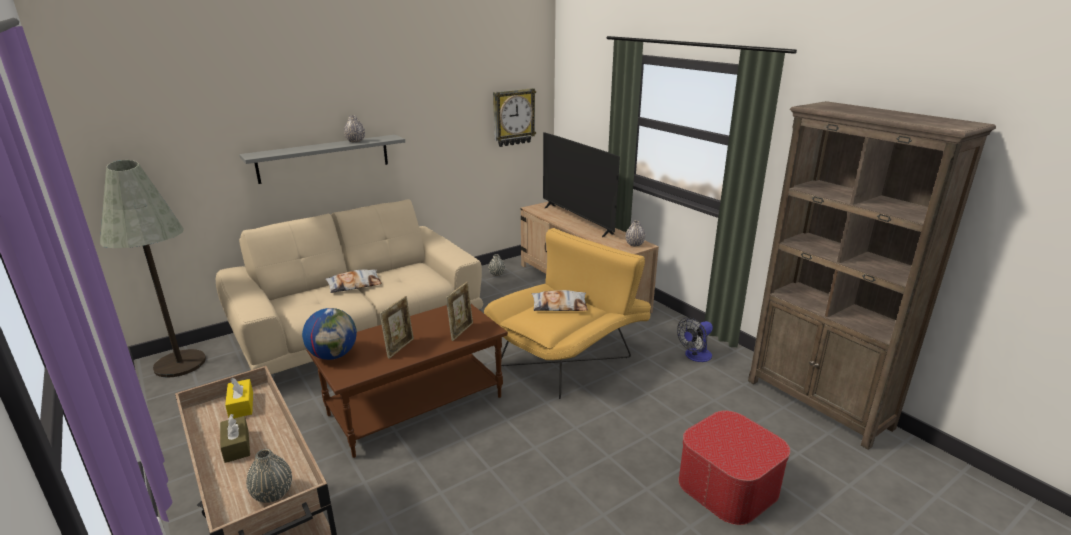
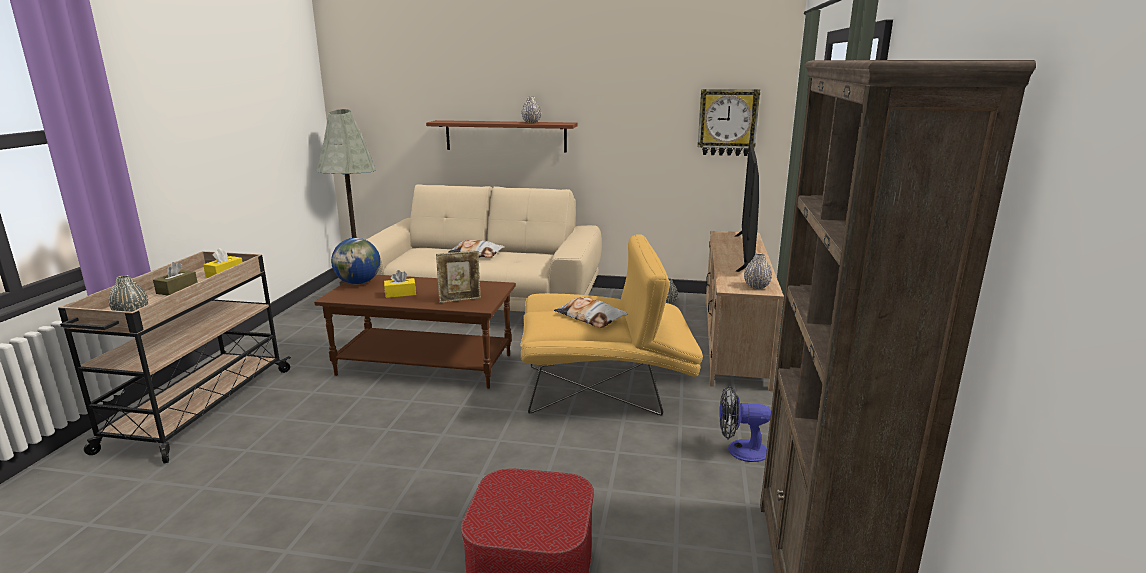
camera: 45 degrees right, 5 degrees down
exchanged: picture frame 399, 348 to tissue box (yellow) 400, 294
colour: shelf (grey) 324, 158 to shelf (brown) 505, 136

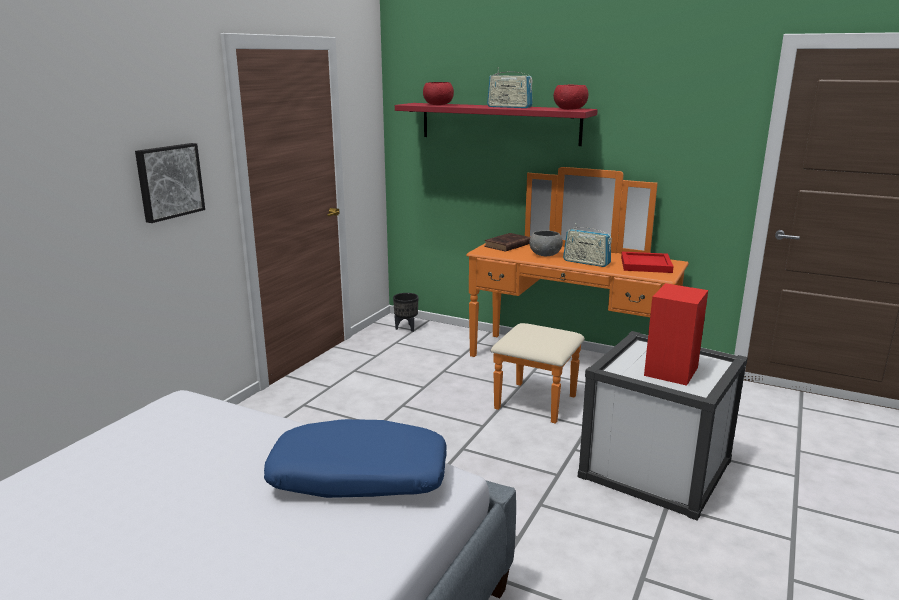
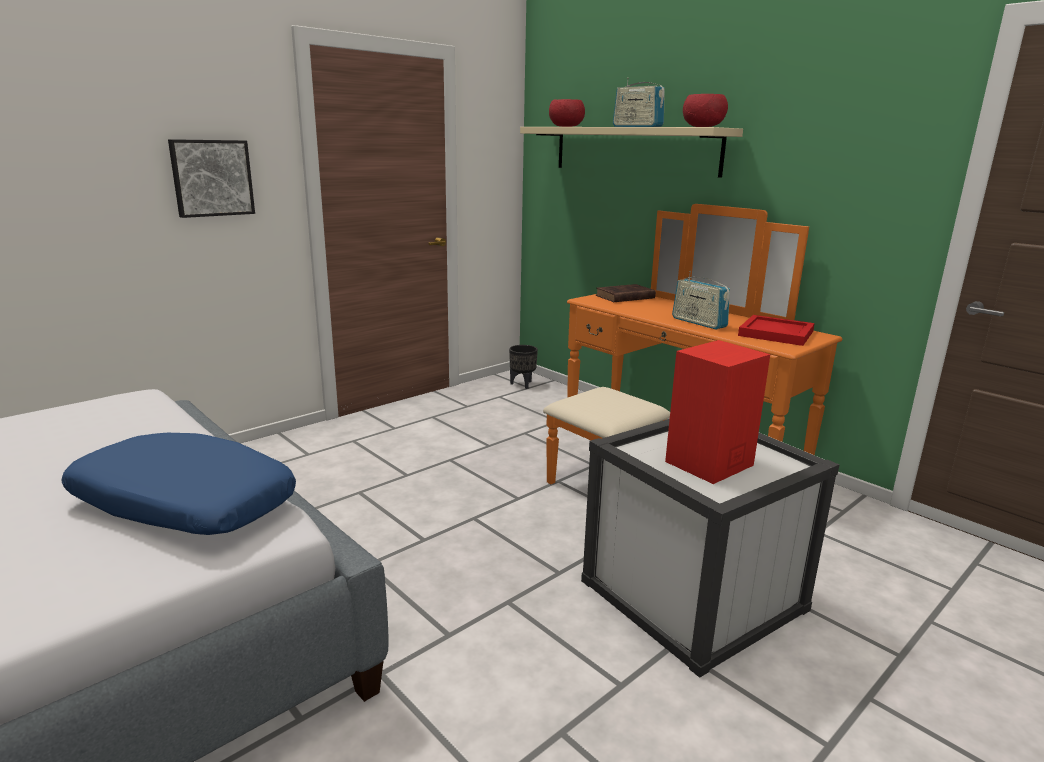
camera: 20 degrees right, 0 degrees up
missing: bowl (grey) 545, 255
colour: shelf (red) 499, 123 to shelf (beige) 633, 150

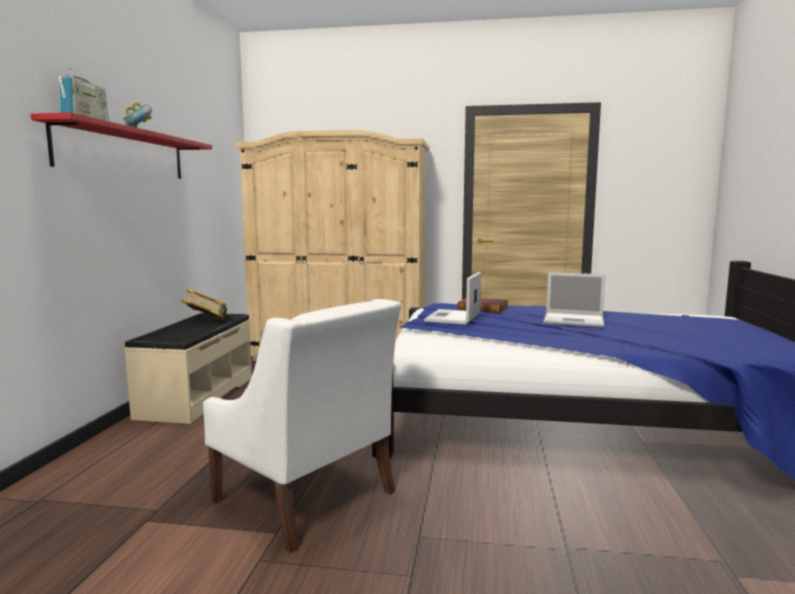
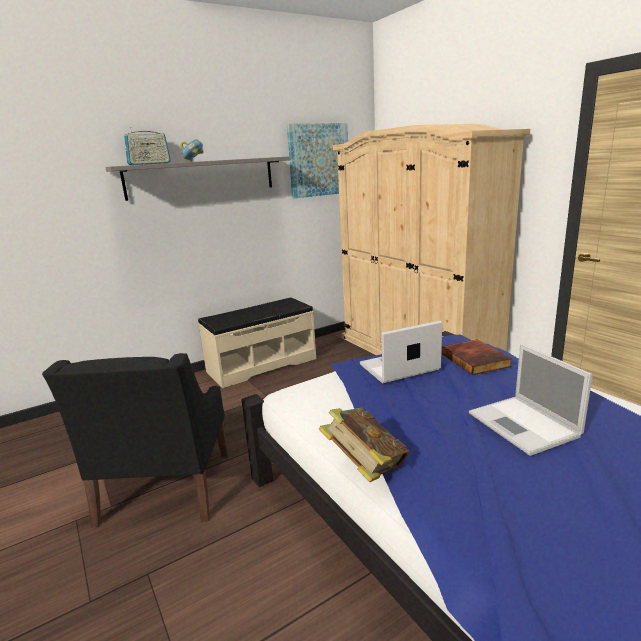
camera: 50 degrees right, 10 degrees up
appeared: picture 318, 160
relocated: book 205, 322 to 365, 467
colour: armchair (white) 305, 497 to armchair (black) 165, 488; shelf (red) 124, 153 to shelf (grey) 202, 177

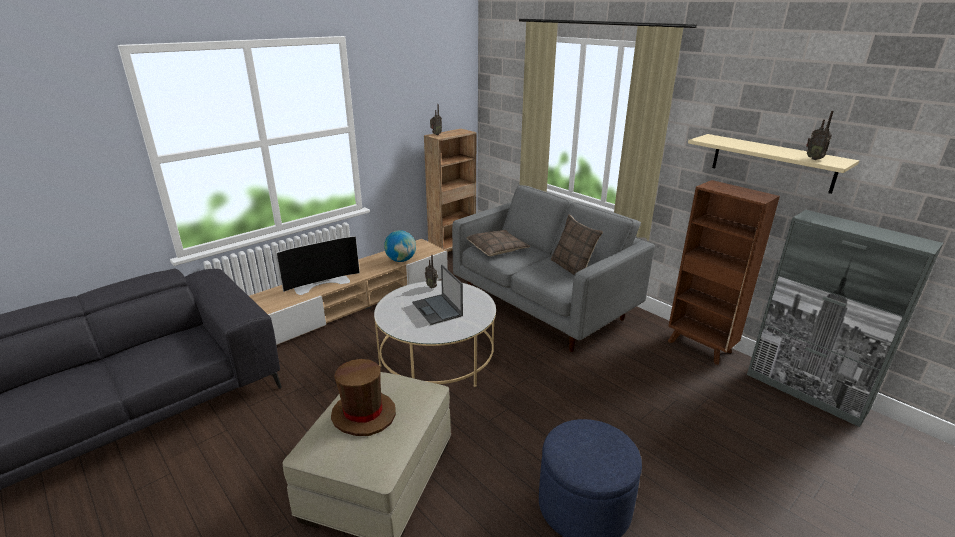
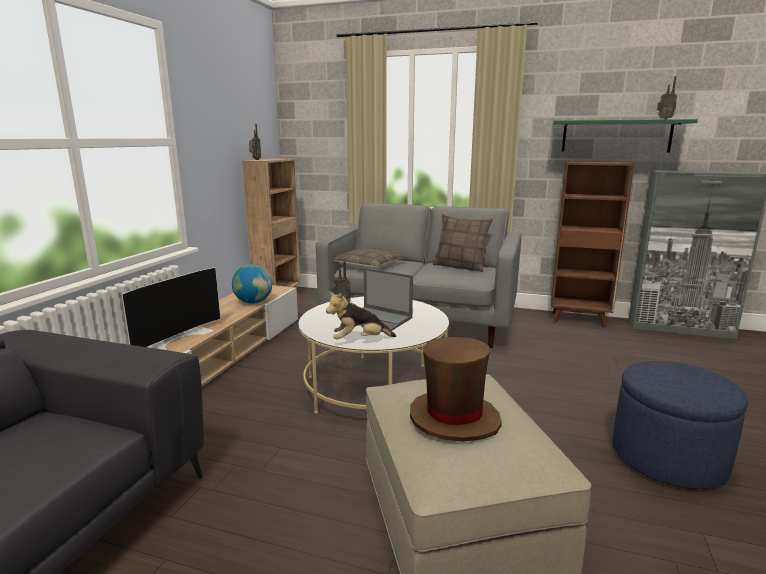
camera: 30 degrees left, 10 degrees down
appeared: plush toy 359, 340
colour: shelf (beige) 772, 163 to shelf (green) 616, 136

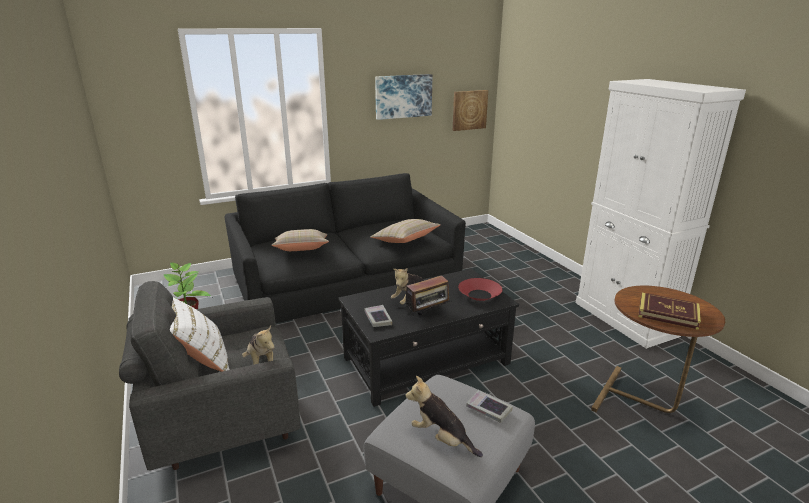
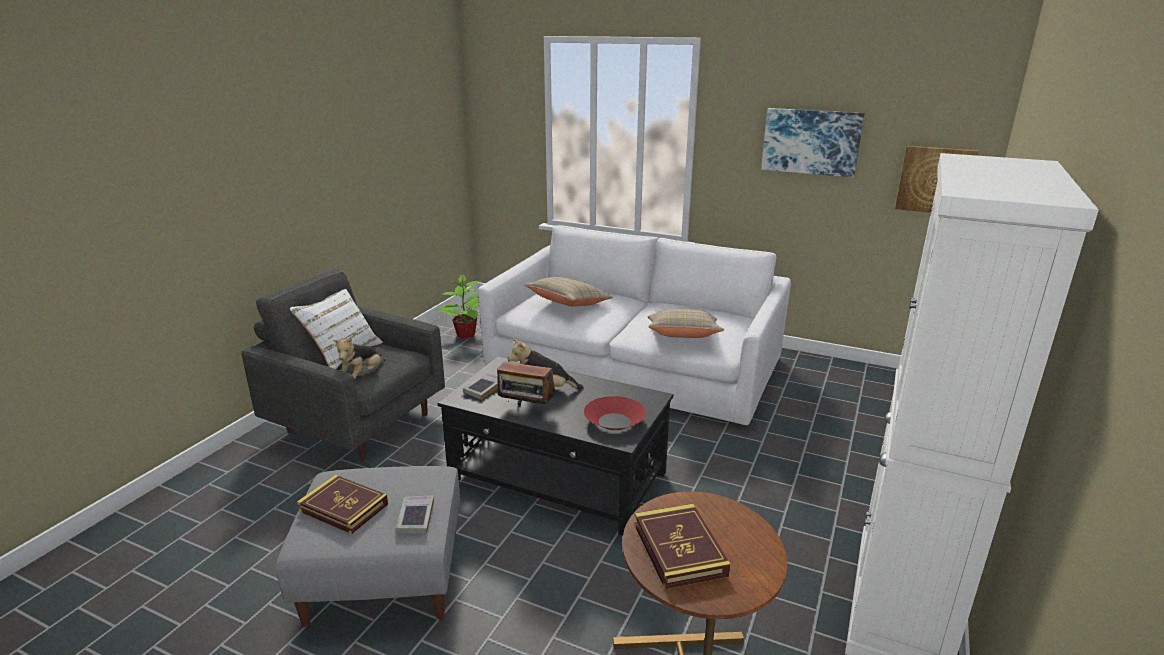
camera: 50 degrees right, 0 degrees up
exchanged: plush toy 442, 438 to book 343, 507
colour: sofa (black) 346, 279 to sofa (white) 635, 364

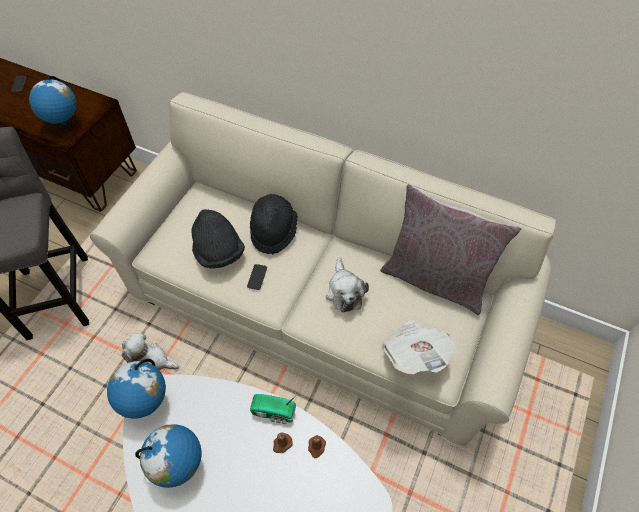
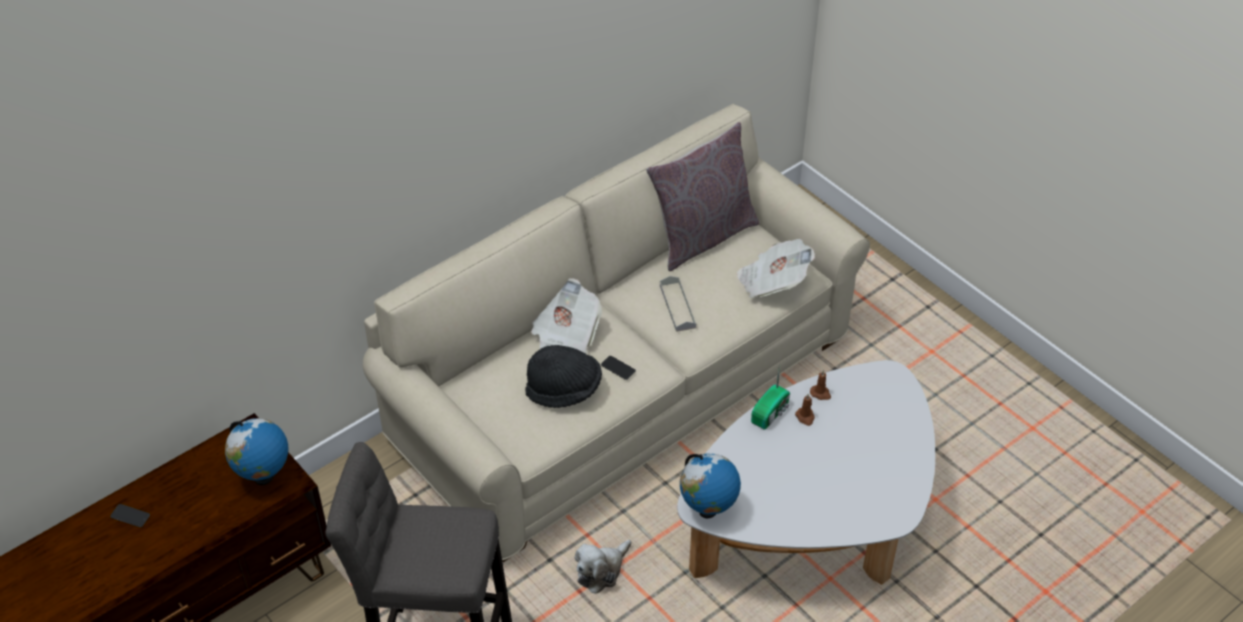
camera: 65 degrees left, 10 degrees down
missing: globe 180, 466
exchanged: hat (black) 273, 230 to newspaper 564, 335; plush toy 344, 291 to tray (grey) 677, 306

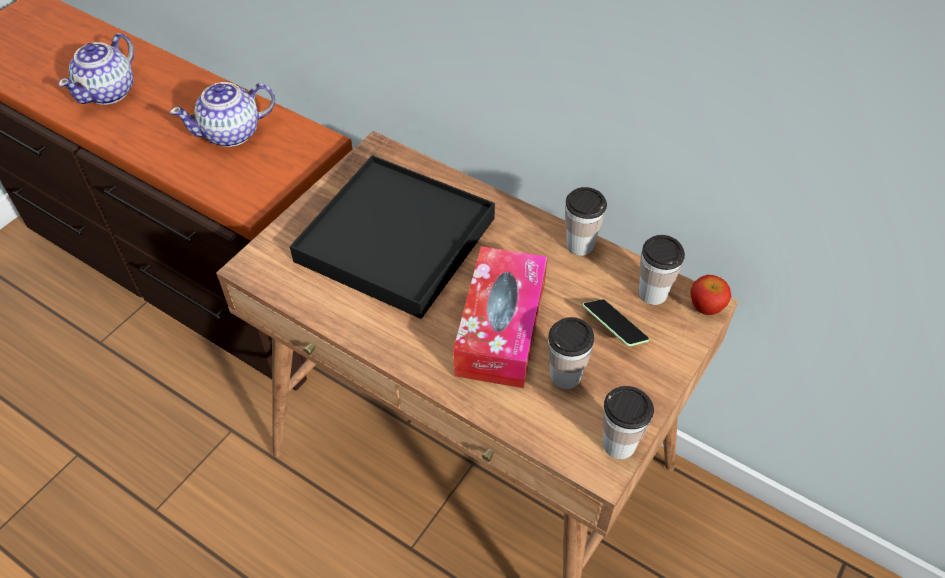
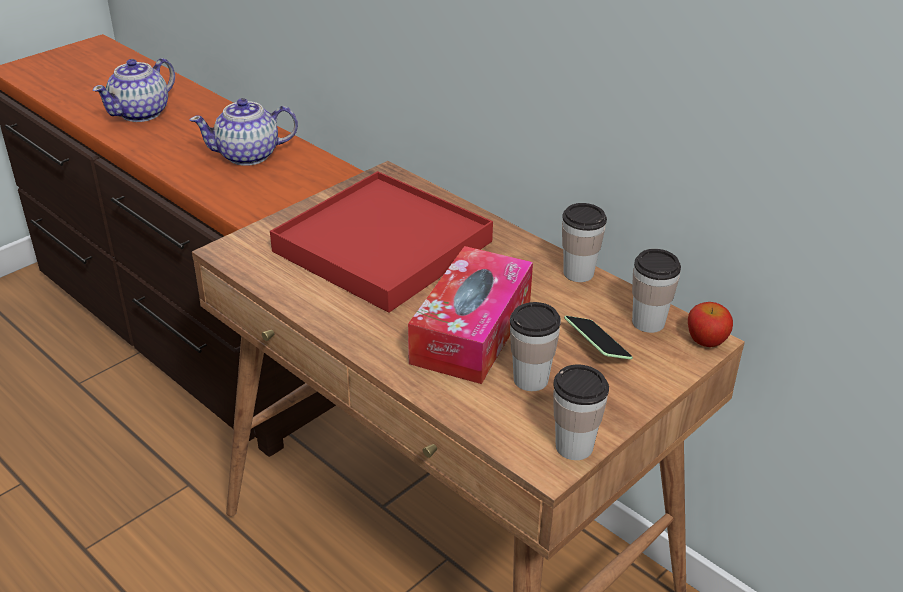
camera: 10 degrees right, 15 degrees down
colour: tray (black) 396, 240 to tray (red) 383, 247

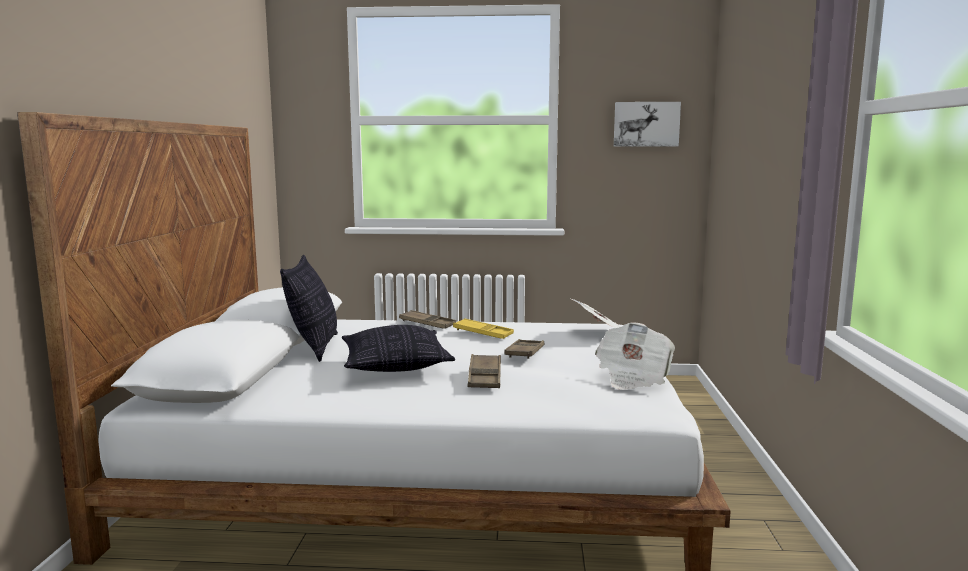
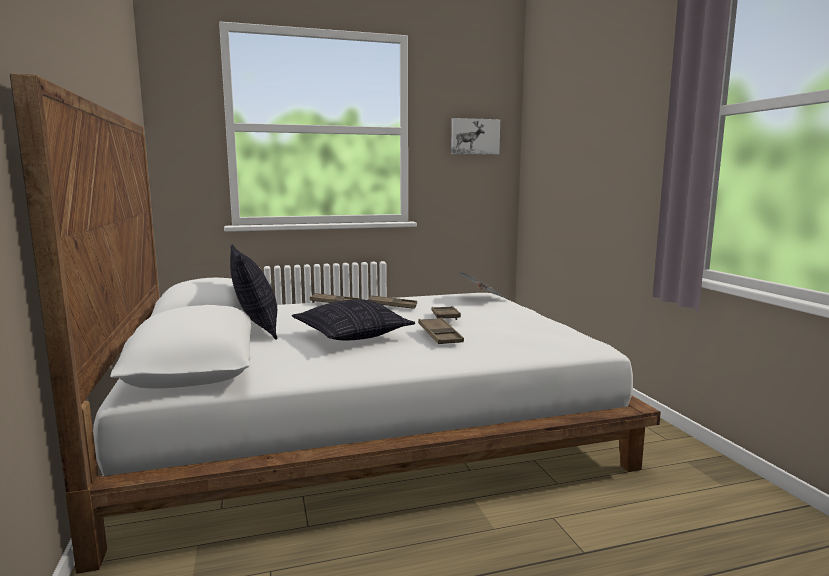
camera: 20 degrees left, 0 degrees up
missing: newspaper 632, 377
colour: tray (yellow) 483, 333 to tray (brown) 392, 306

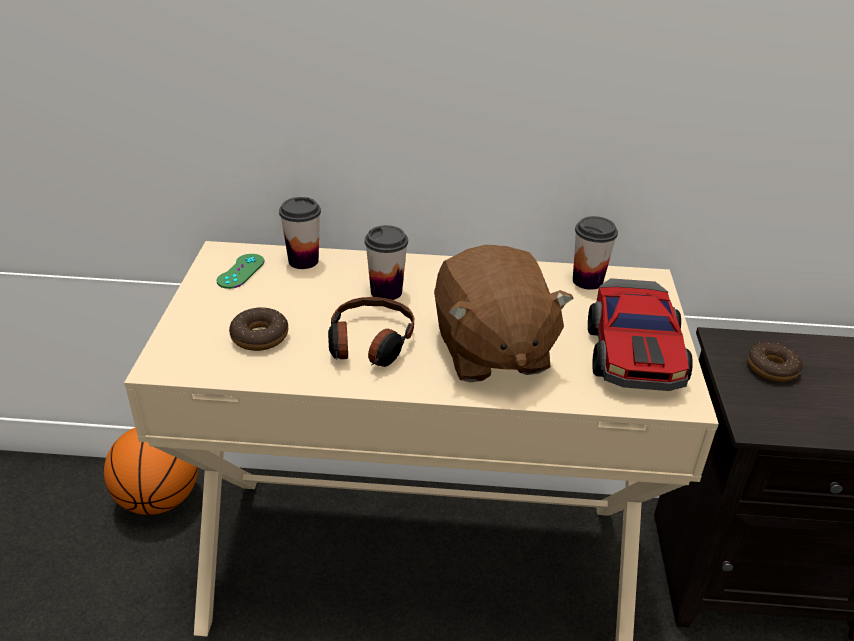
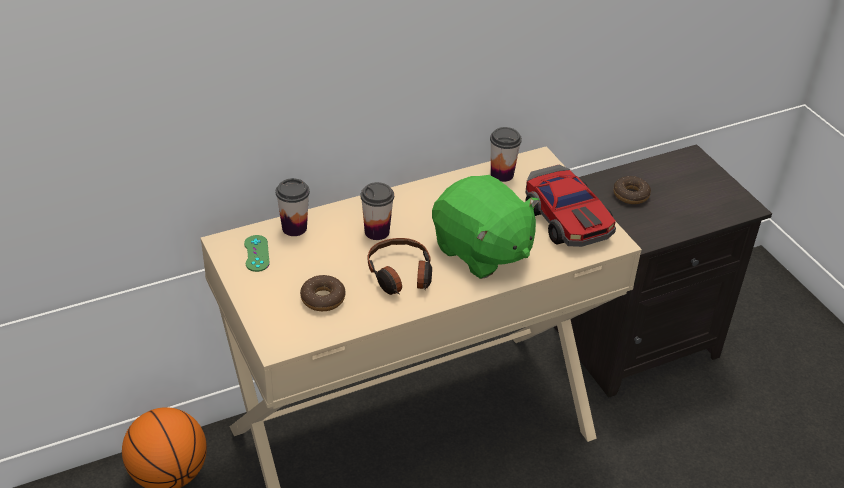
camera: 30 degrees left, 5 degrees up
colour: plush toy (brown) 490, 351 to plush toy (green) 481, 251

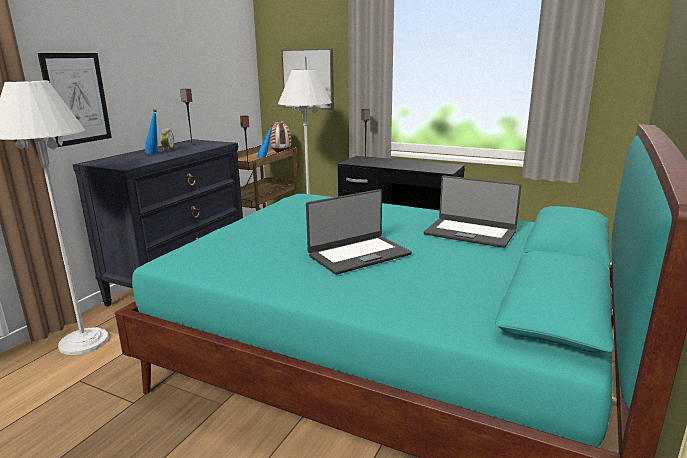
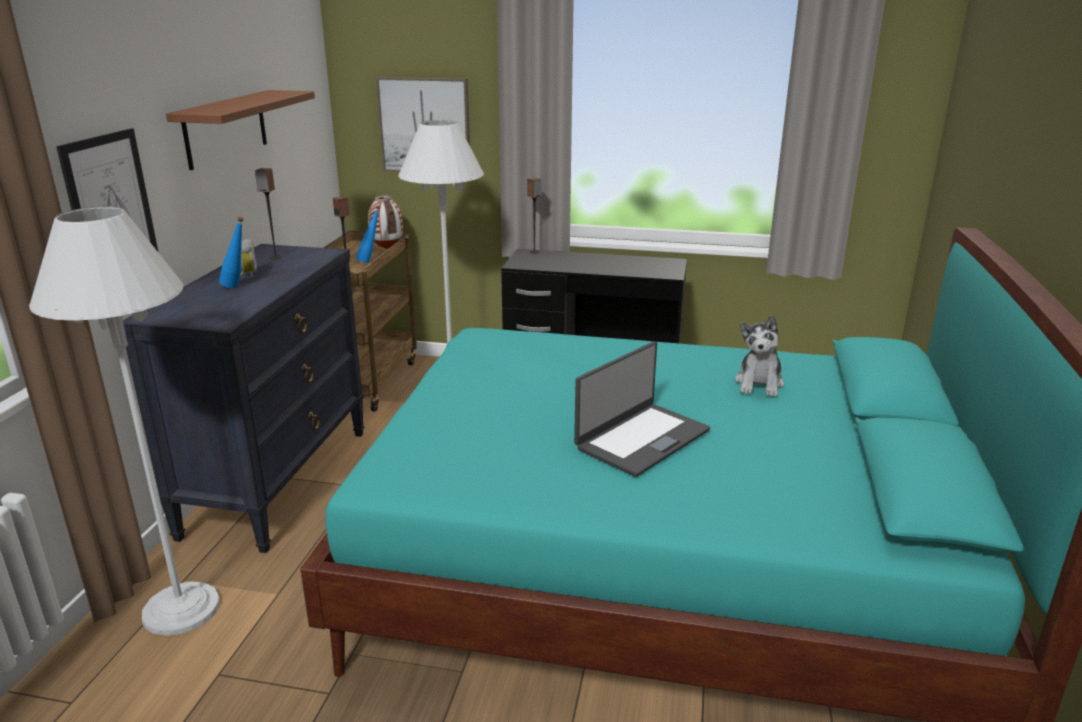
camera: 15 degrees left, 5 degrees up
appeared: shelf (brown) 226, 128
exchanged: laptop 470, 233 to plush toy 759, 384

